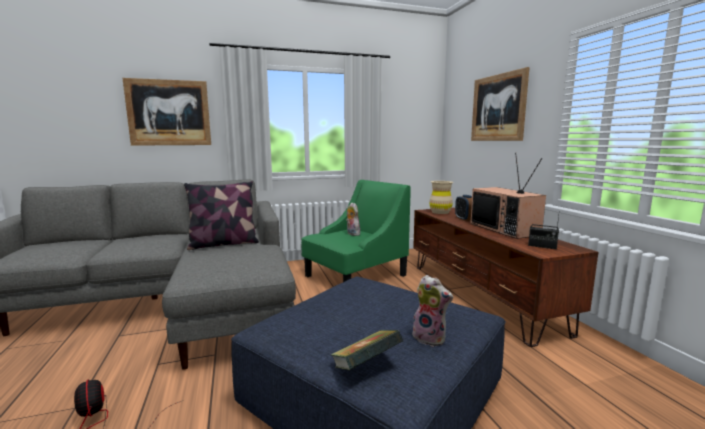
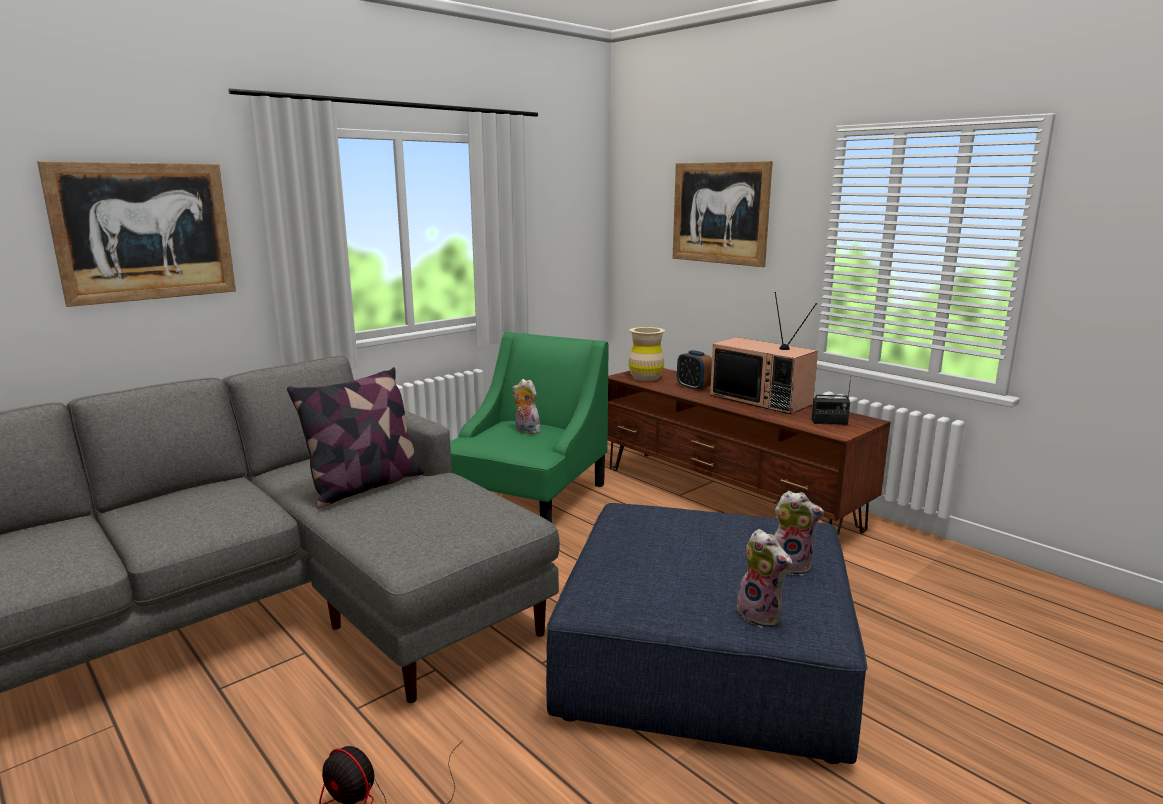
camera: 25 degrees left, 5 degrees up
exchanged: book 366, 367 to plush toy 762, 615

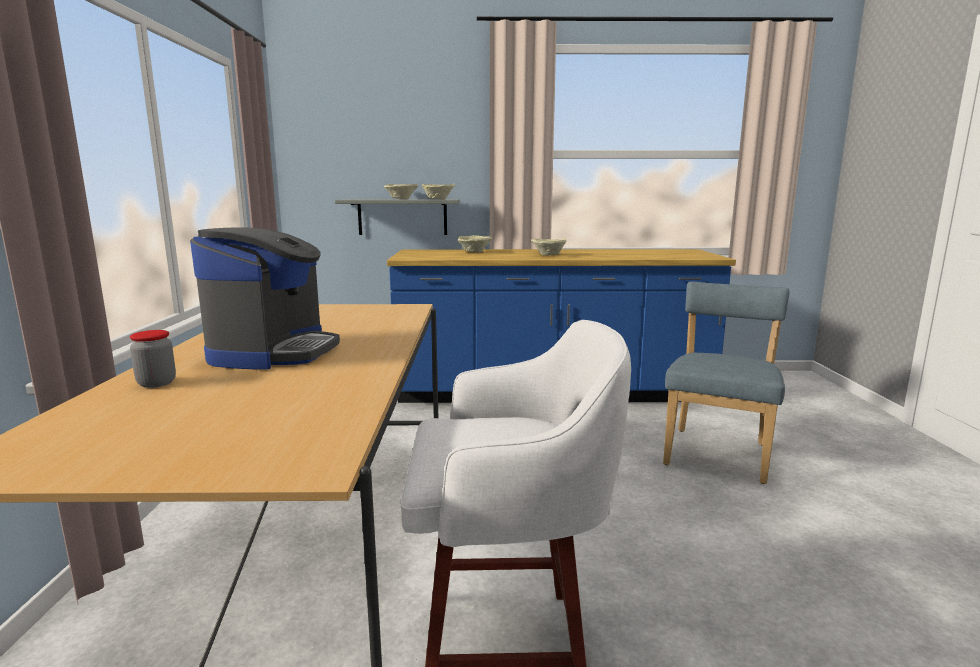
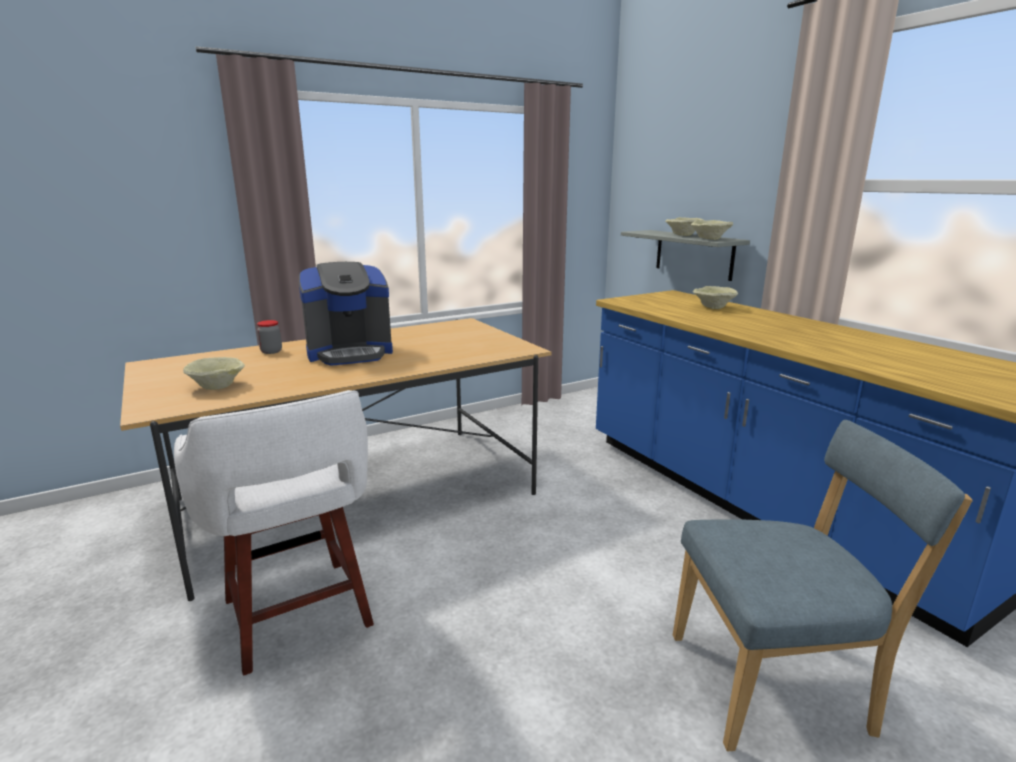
camera: 60 degrees right, 5 degrees up
relocated: bowl (beige) 548, 255 to 218, 386

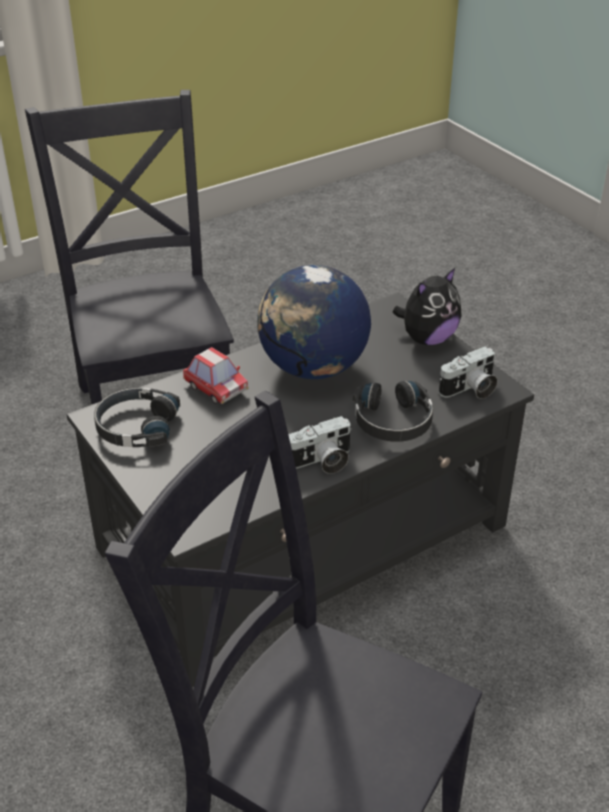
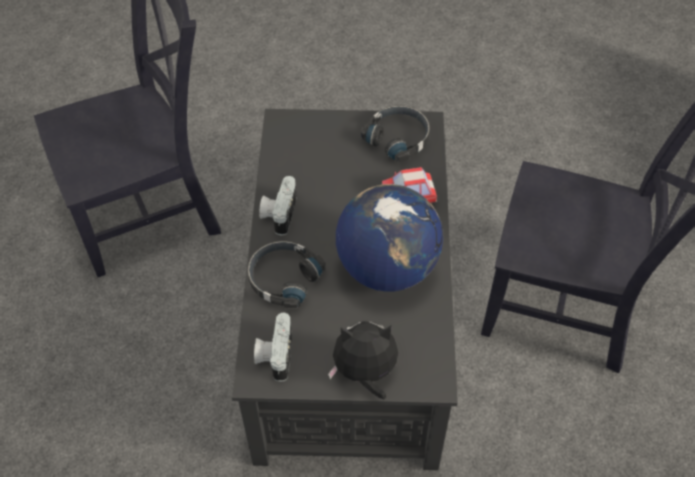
camera: 125 degrees right, 15 degrees up
spun: plush toy 427, 338 = 365, 373 90 degrees clockwise

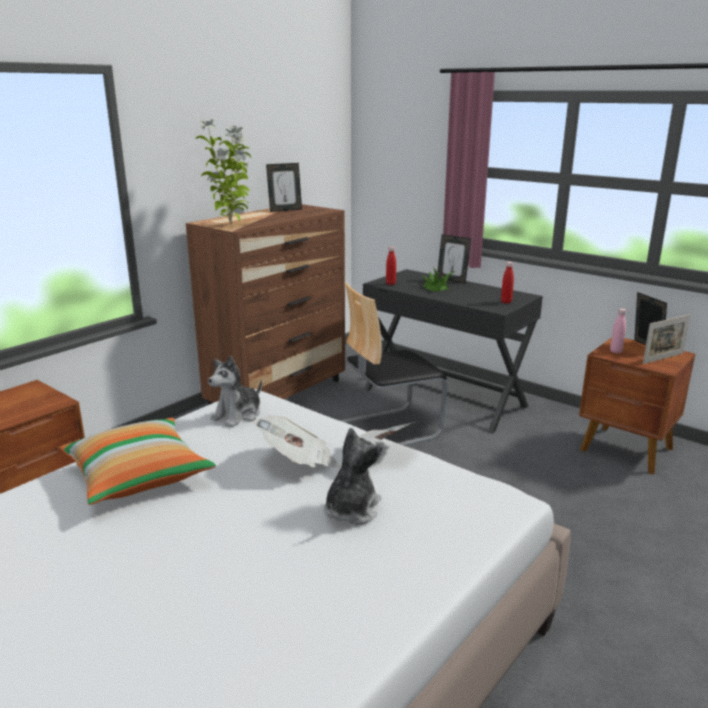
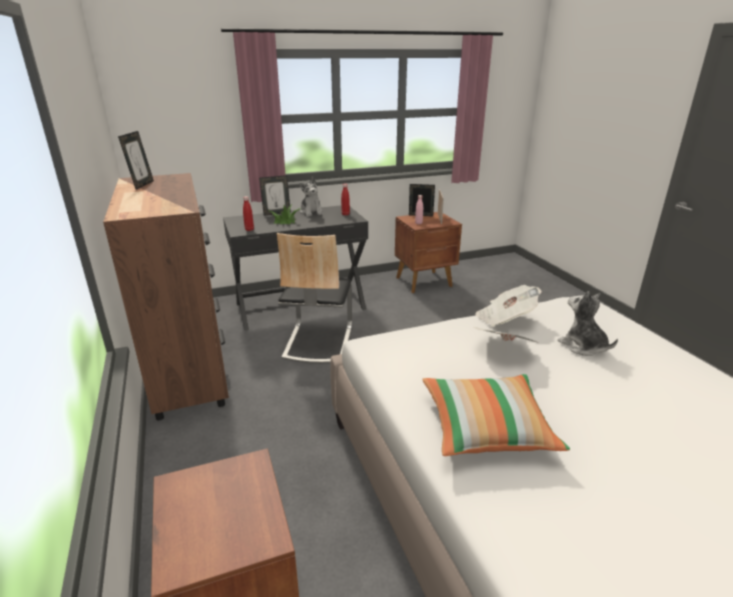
camera: 60 degrees left, 5 degrees up
missing: potted plant 232, 225
relocated: plush toy 238, 415 to 311, 212

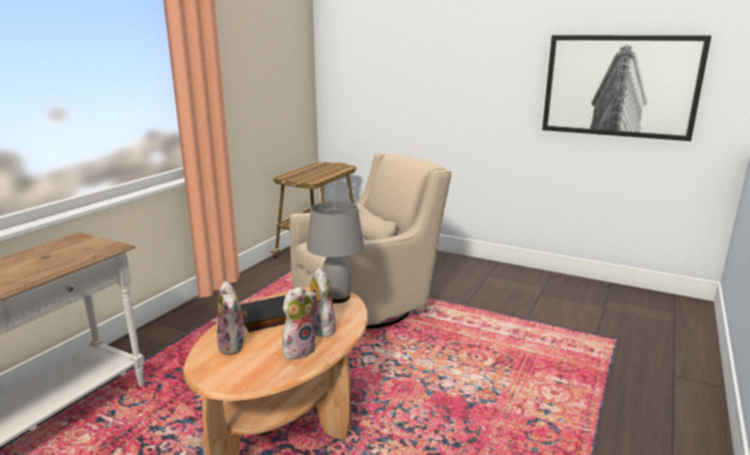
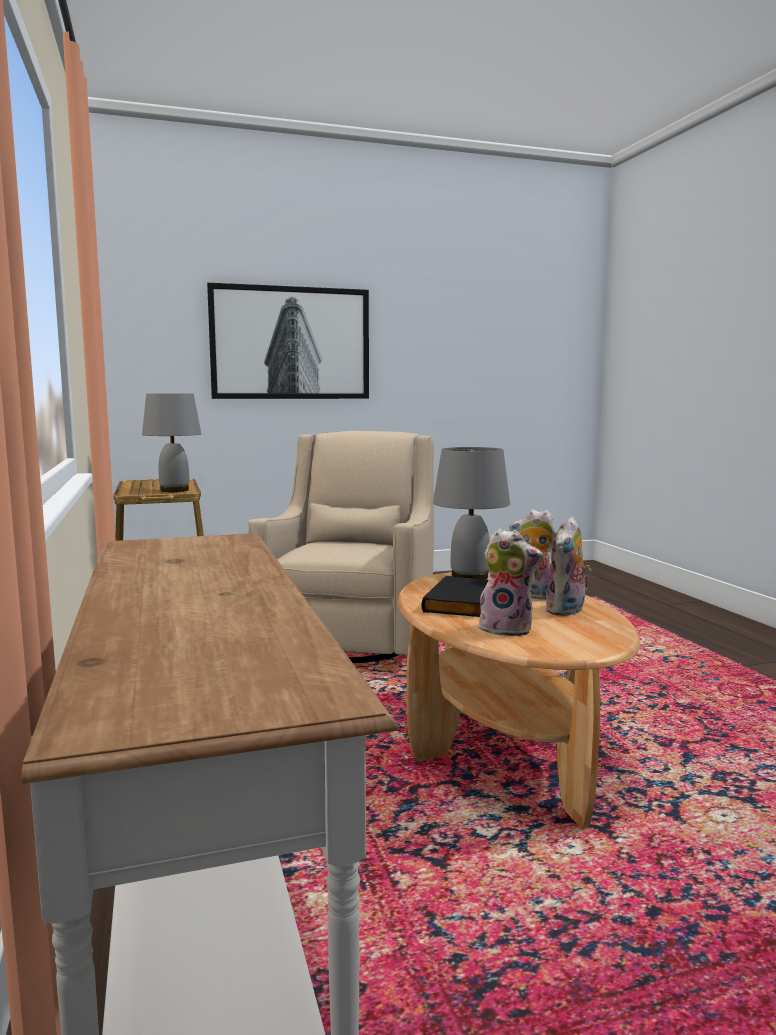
camera: 45 degrees left, 10 degrees down
appeared: table lamp (grey) 174, 490
relocated: picture 619, 86 to 291, 343
spun: plush toy 299, 349 = 567, 611 150 degrees counterclockwise

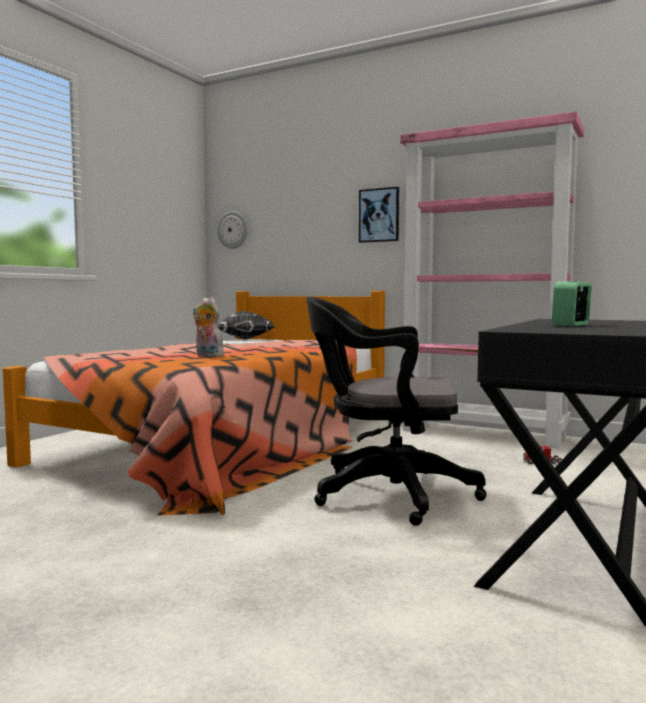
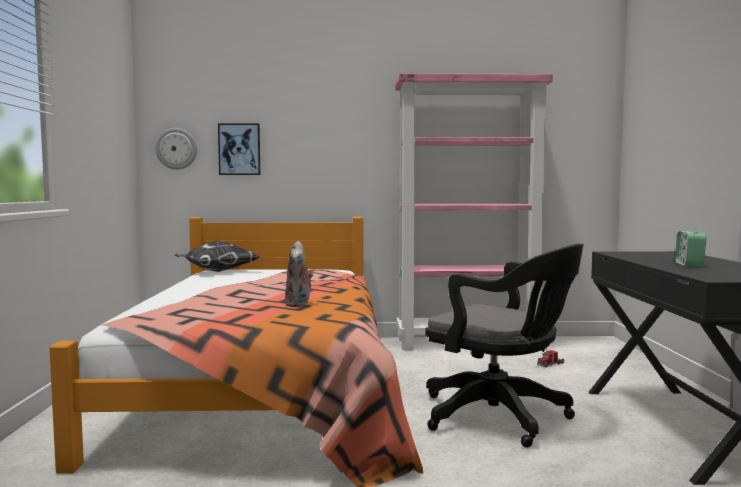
camera: 30 degrees left, 0 degrees up
relocated: picture 379, 215 to 239, 149
spun: plush toy 207, 356 = 299, 304 90 degrees counterclockwise; office chair (black) 385, 494 = 501, 417 120 degrees counterclockwise

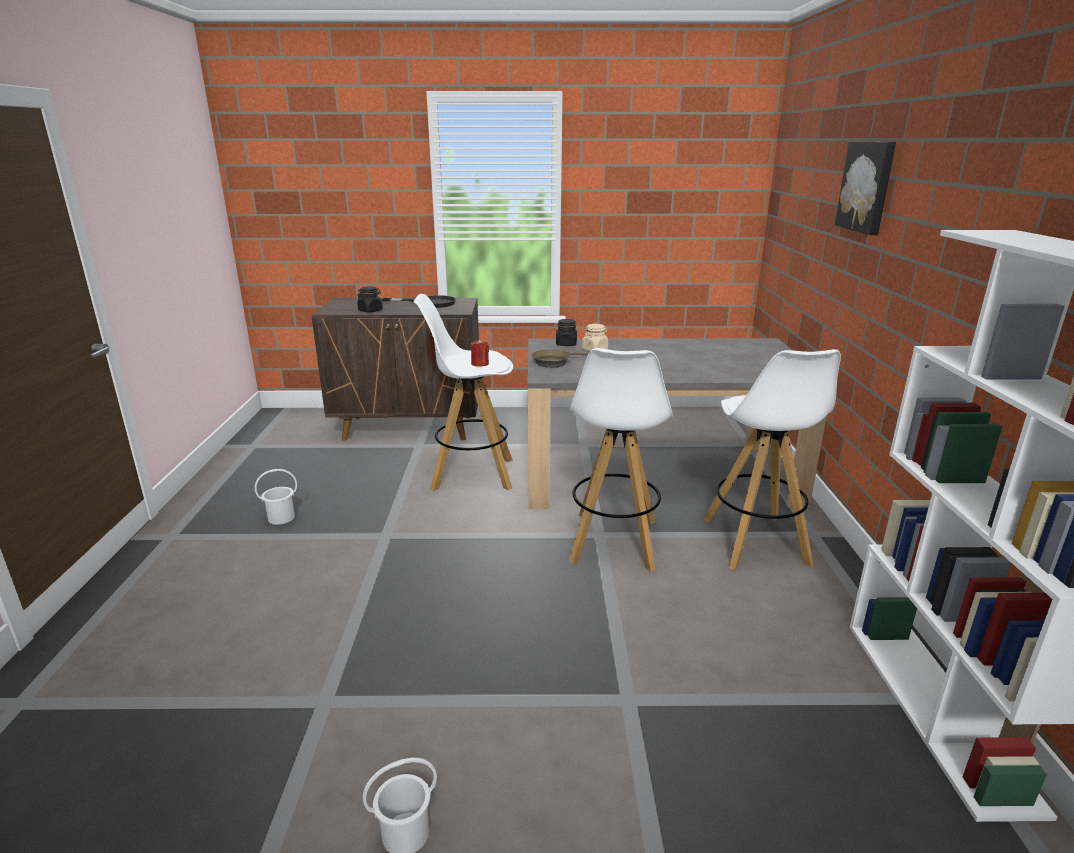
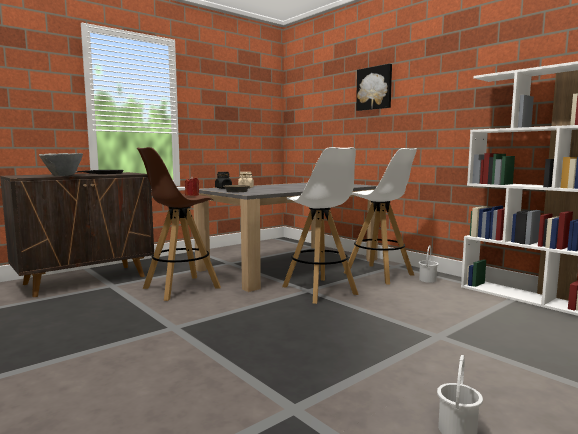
camera: 40 degrees left, 15 degrees down
relocated: bucket (white) 281, 517 to 427, 280
exchanged: jar (black) 370, 311 to bowl (grey) 62, 175
colour: stool (white) 471, 474 to stool (brown) 180, 288

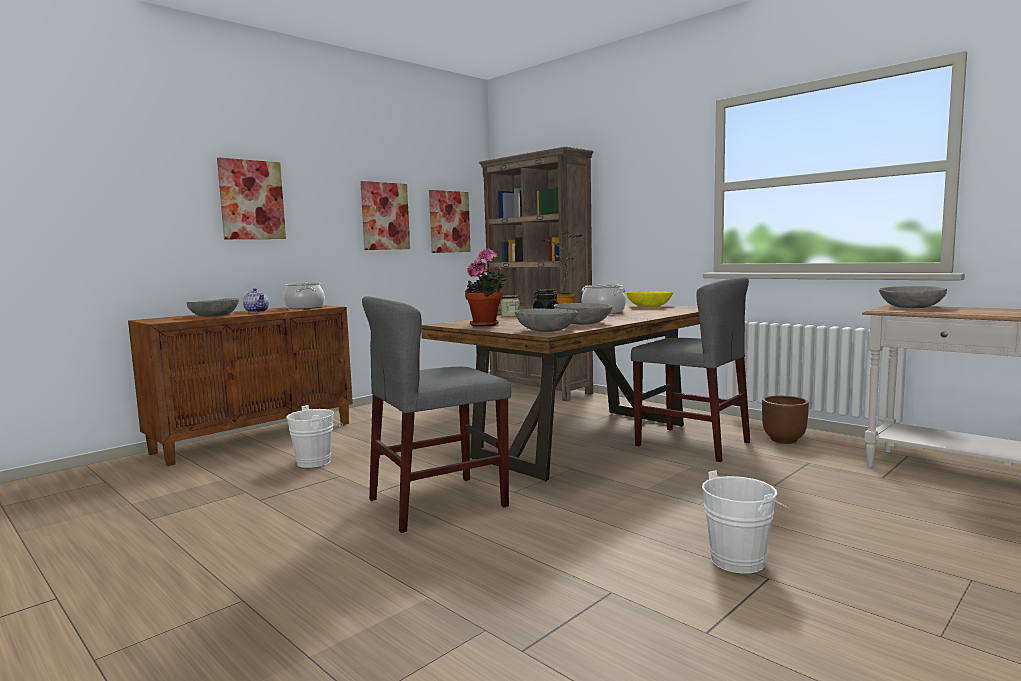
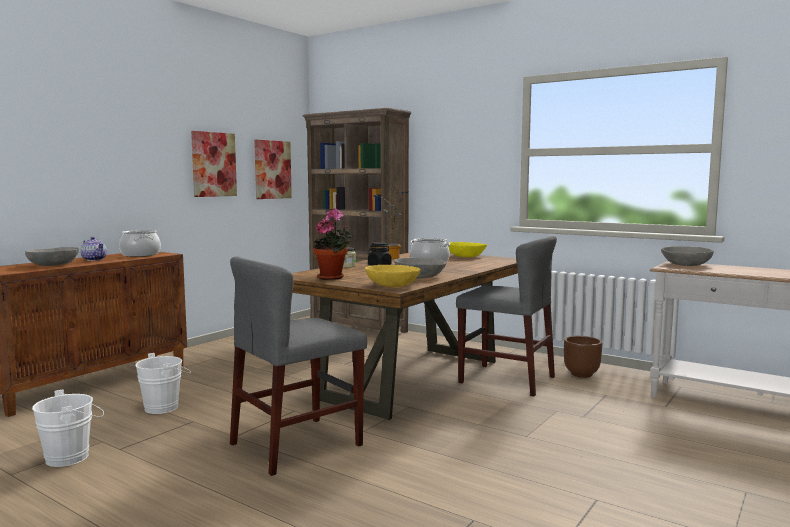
camera: 10 degrees left, 0 degrees up
missing: picture 251, 200
relocated: bucket (white) 742, 559 to 72, 457
colour: bowl (grey) 546, 330 to bowl (yellow) 392, 285

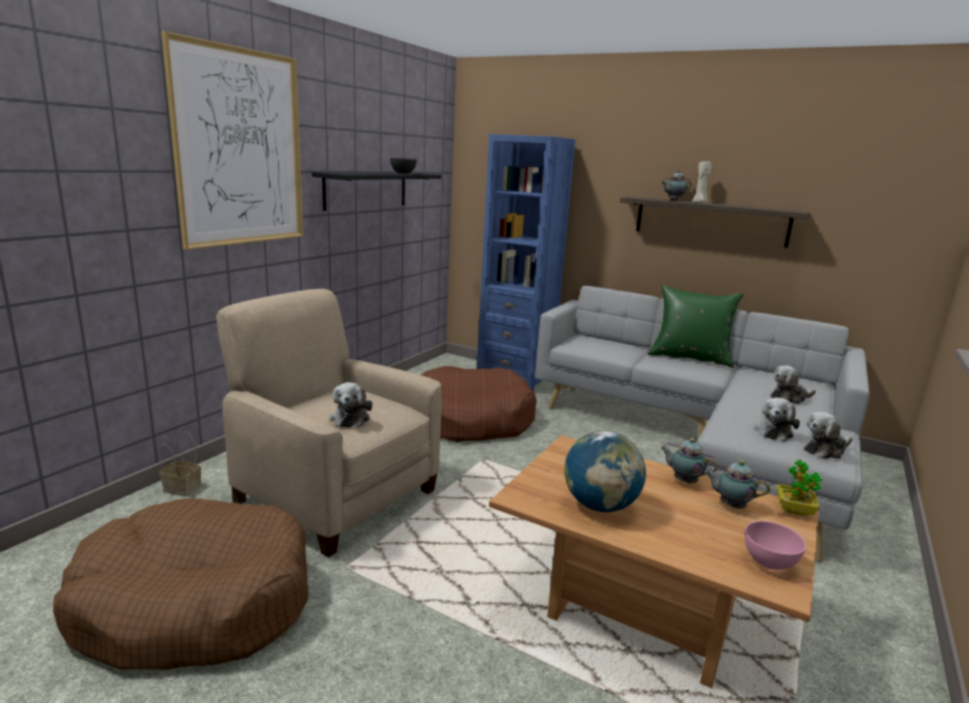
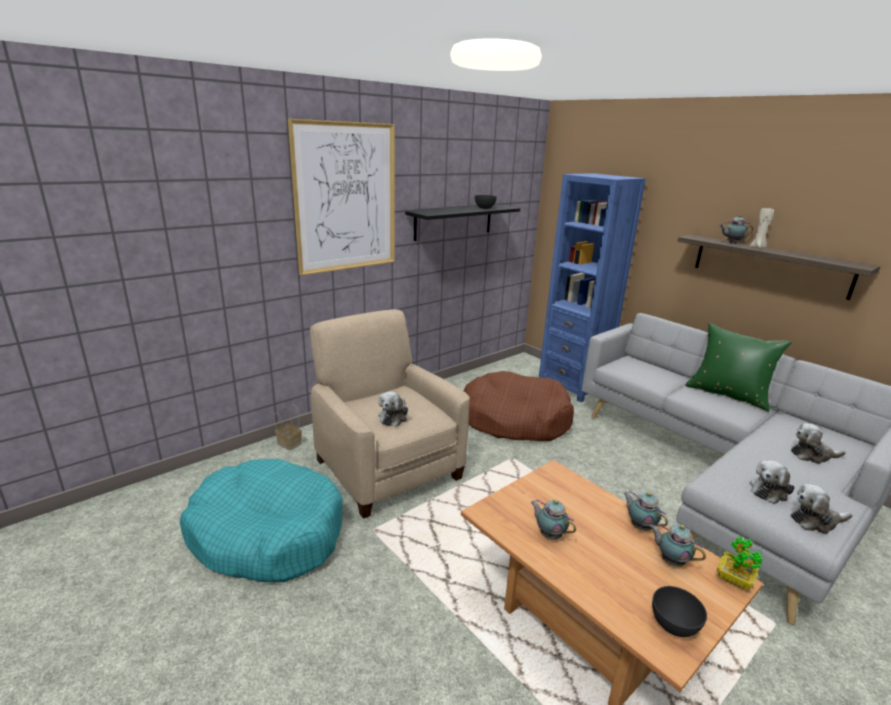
camera: 20 degrees right, 5 degrees up
exchanged: globe 600, 505 to teapot 549, 534
colour: dog bed (brown) 195, 603 to dog bed (turquoise) 267, 533; bowl (pink) 769, 562 to bowl (grey) 673, 625

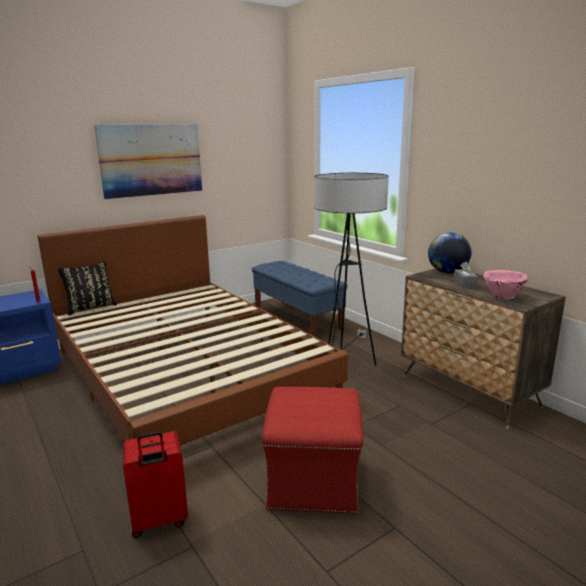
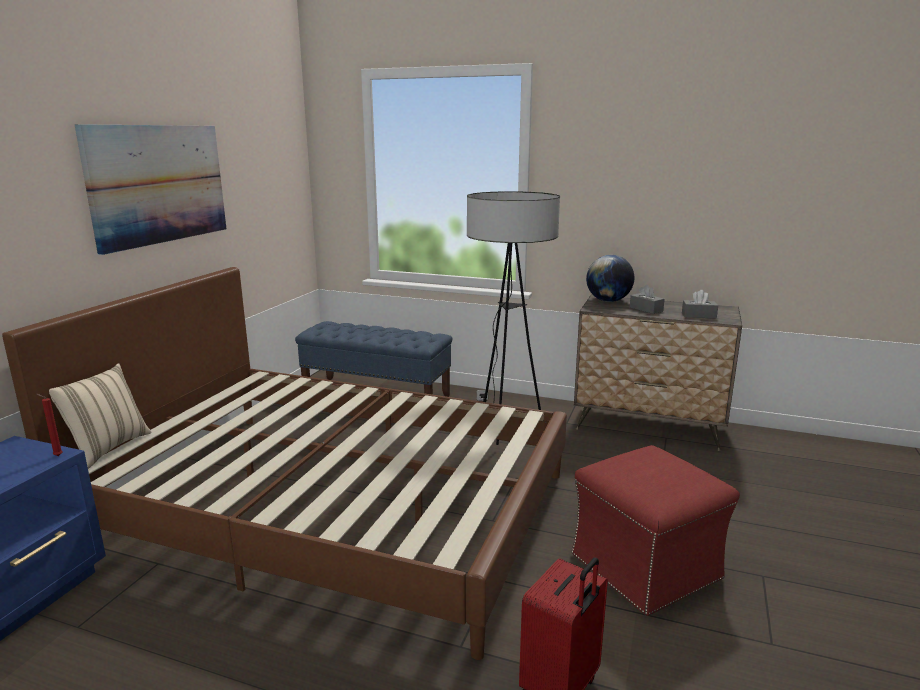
camera: 35 degrees left, 0 degrees up
exchanged: bowl (pink) 502, 296 to tissue box (grey) 698, 315
colour: pillow (black) 90, 308 to pillow (beige) 108, 448

